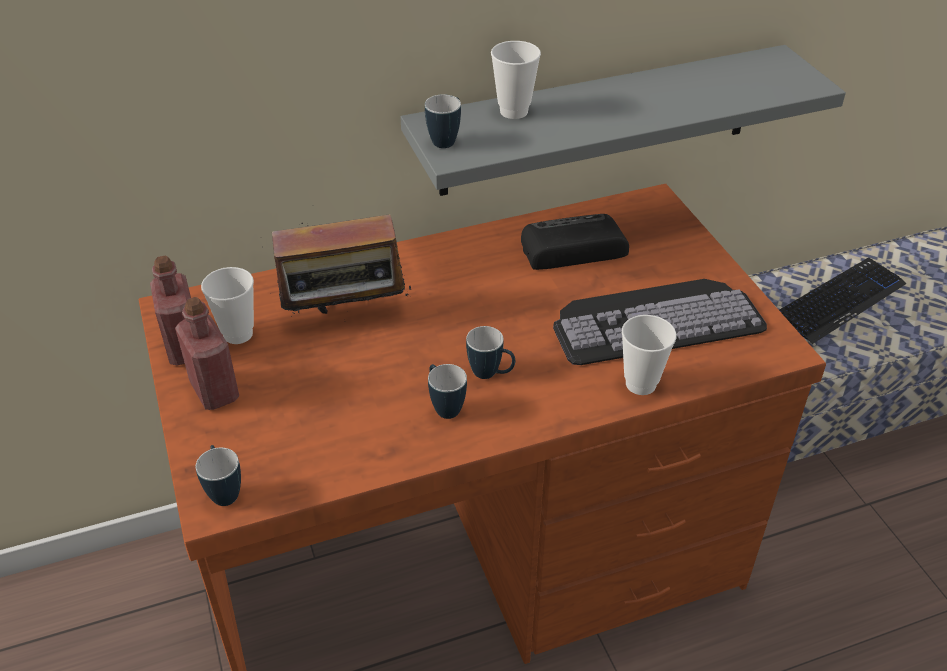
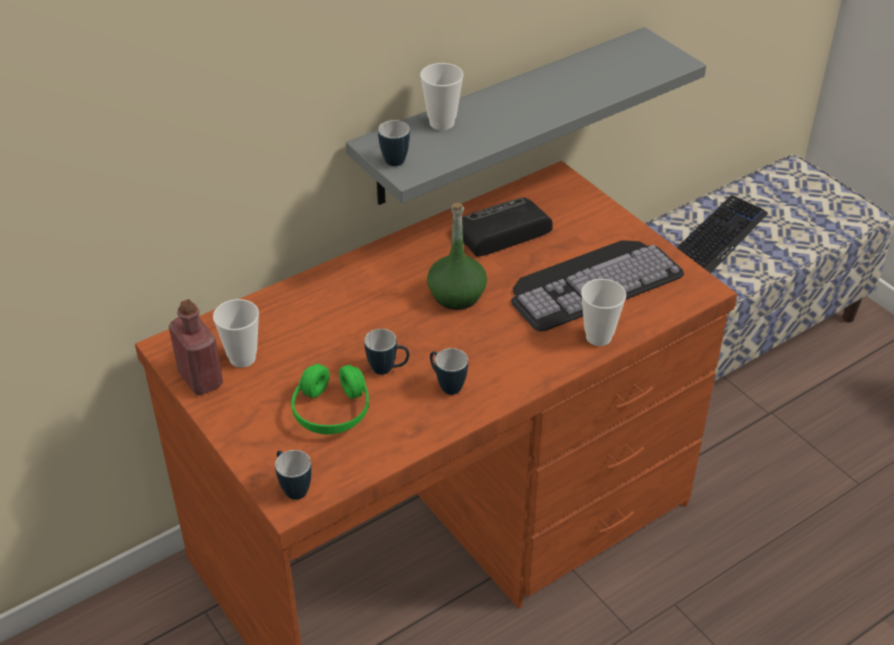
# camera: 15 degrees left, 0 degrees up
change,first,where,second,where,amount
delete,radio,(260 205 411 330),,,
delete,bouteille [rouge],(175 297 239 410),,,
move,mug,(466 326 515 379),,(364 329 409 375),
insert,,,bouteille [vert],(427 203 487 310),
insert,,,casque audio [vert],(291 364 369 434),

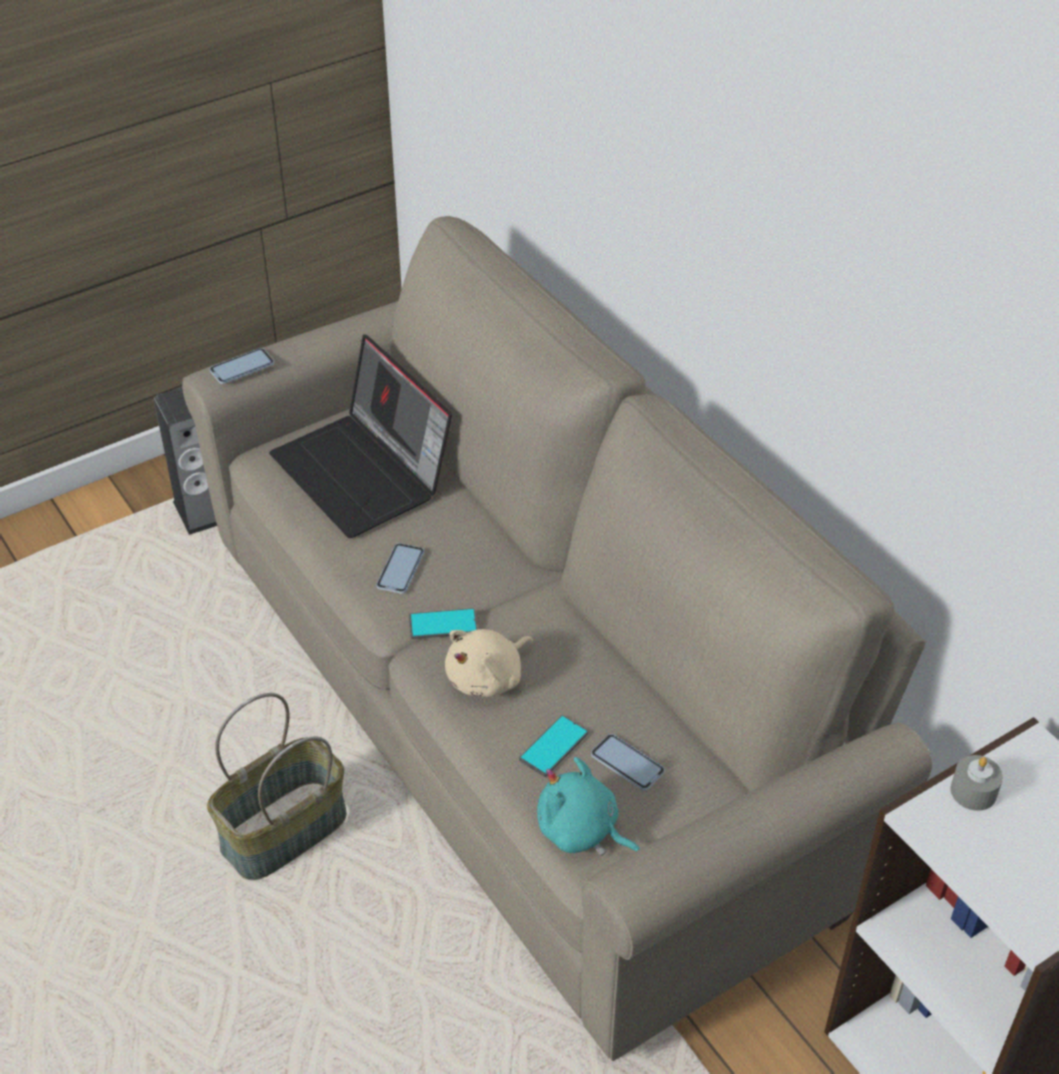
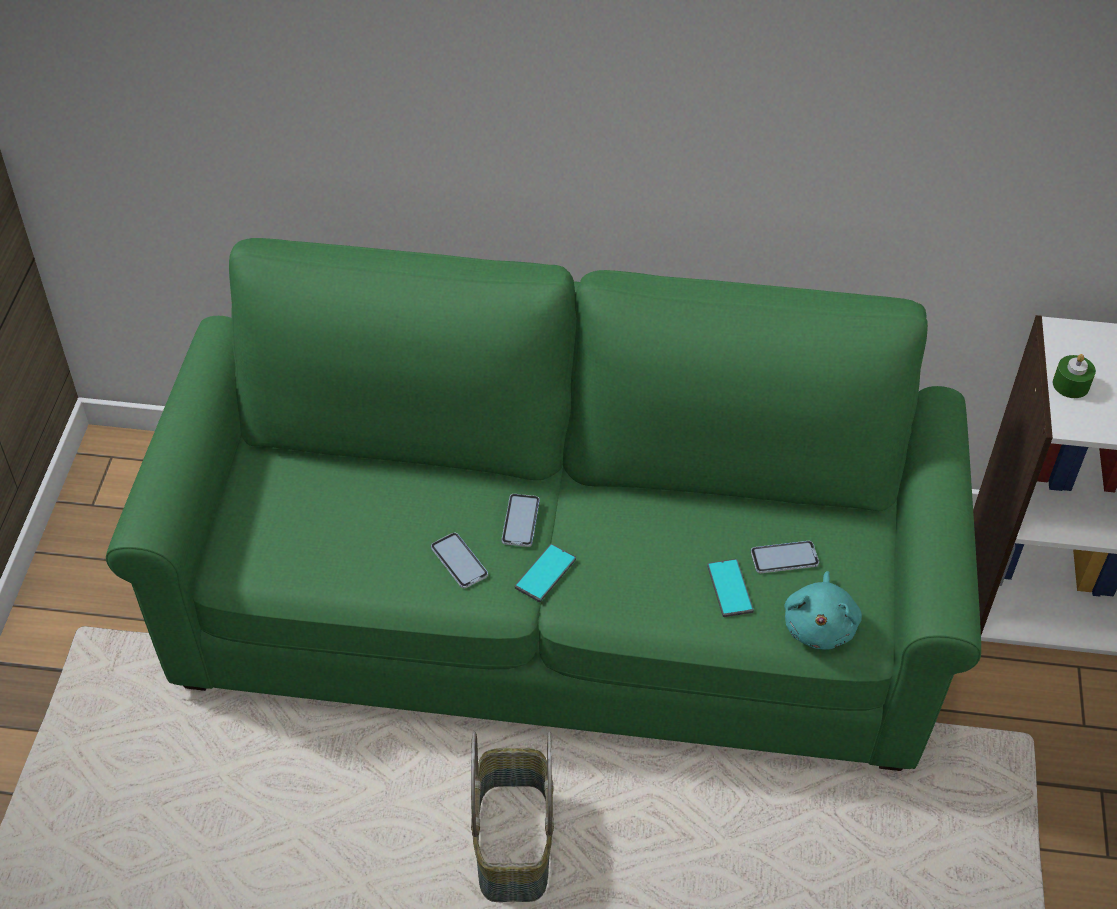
# camera: 50 degrees left, 5 degrees up
change,first,where,second,where,amount
recolor,canapé [beige],(182 216 932 1061),canapé [vert],(106 238 981 771),
delete,ordinateur portable,(269 334 452 538),,,
move,téléphone,(209 348 274 384),,(502 494 540 547),
delete,enceinte,(154 388 217 535),,,
delete,peluche [beige],(445 629 533 697),,,
recolor,bougie [gris],(950 755 1003 811),bougie [vert],(1053 354 1096 398),
rotate,peluche [turquoise],(537 757 640 856),,(785 571 862 650),60 degrees counterclockwise

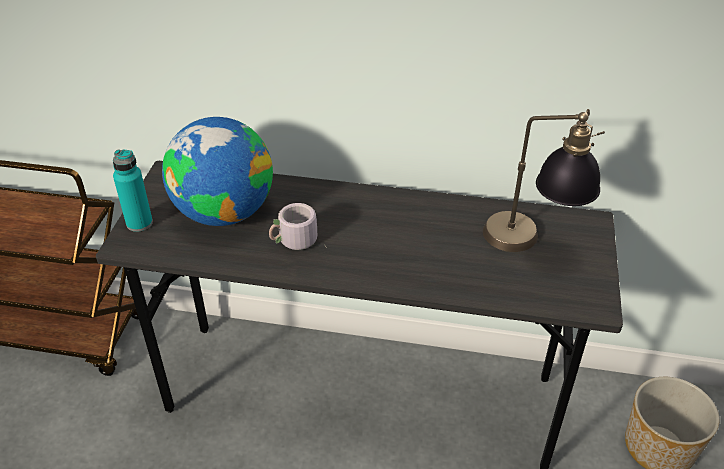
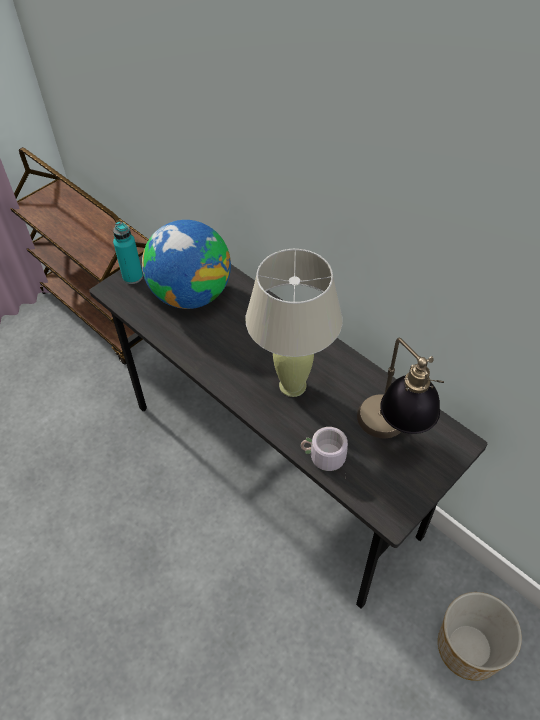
# camera: 35 degrees right, 10 degrees up
change,first,where,second,where,amount
move,mug [gris],(269 203 326 250),,(301 427 348 476),
insert,,,lampe de table [beige],(245 249 343 397),

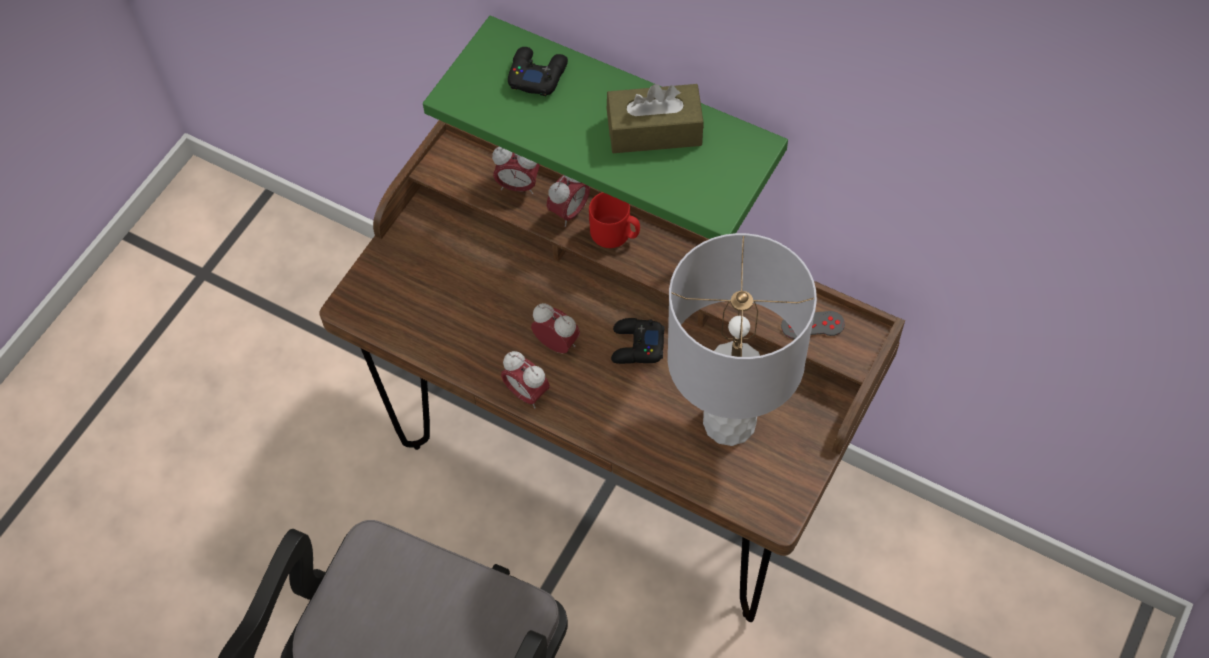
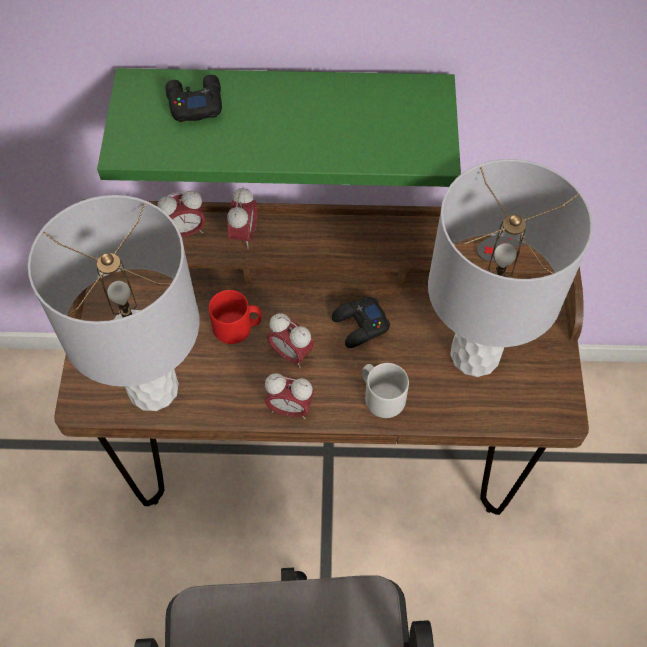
# camera: 30 degrees left, 0 degrees up
change,first,where,second,where,amount
delete,boîte à mouchoirs [marron],(607 84 704 153),,,
move,mug [rouge],(589 192 640 248),,(209 290 262 344),
rotate,réveil,(531 303 580 354),,(267 313 314 368),150 degrees counterclockwise
insert,,,lampe de table [gris],(28 195 199 411),
insert,,,mug [gris],(362 363 409 418),

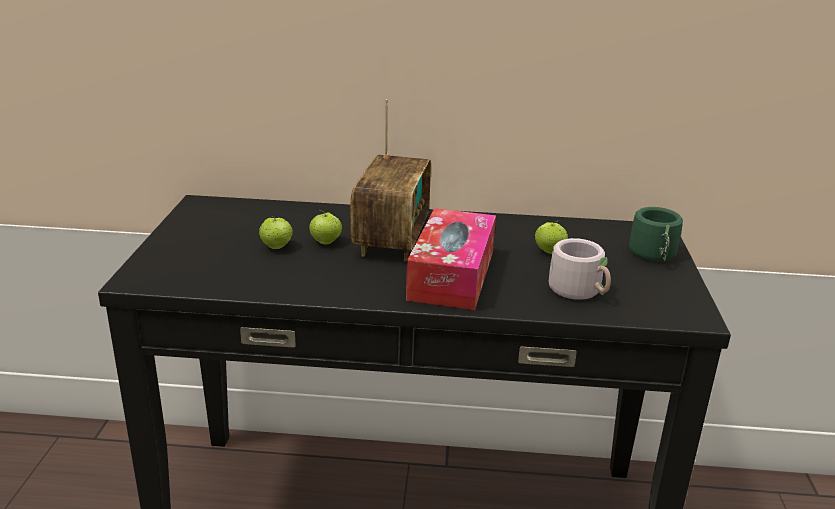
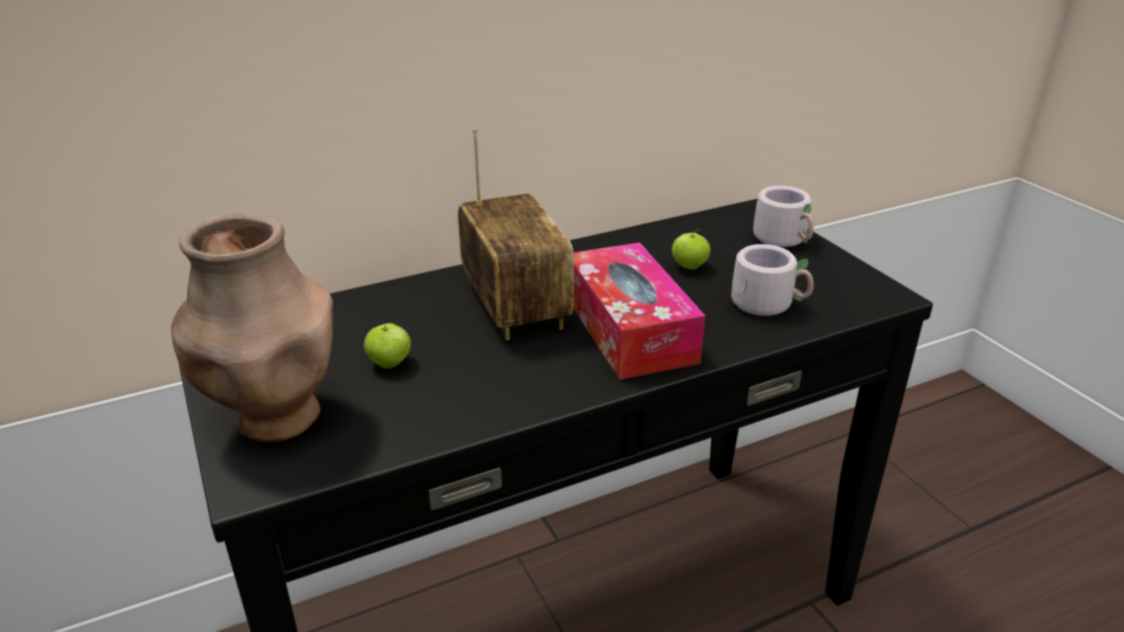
# camera: 30 degrees left, 5 degrees up
change,first,where,second,where,amount
recolor,mug [vert],(629 207 683 262),mug [gris],(753 186 814 247),
delete,pomme,(309 210 342 245),,,
insert,,,vase [marron],(171 214 333 442),

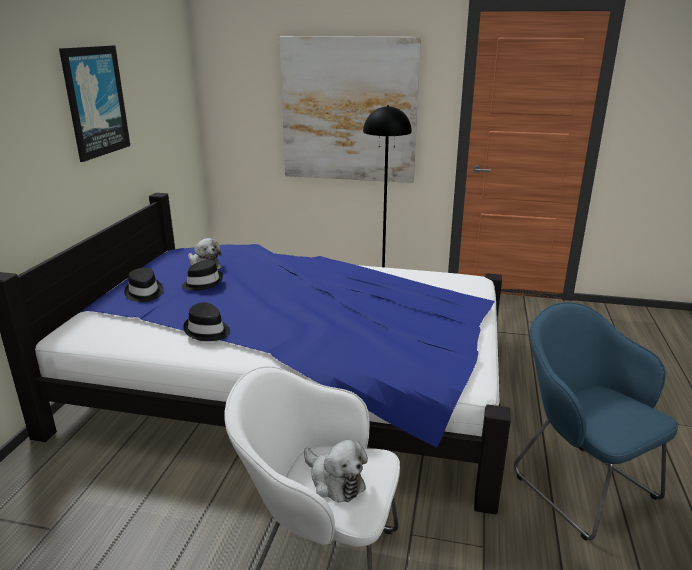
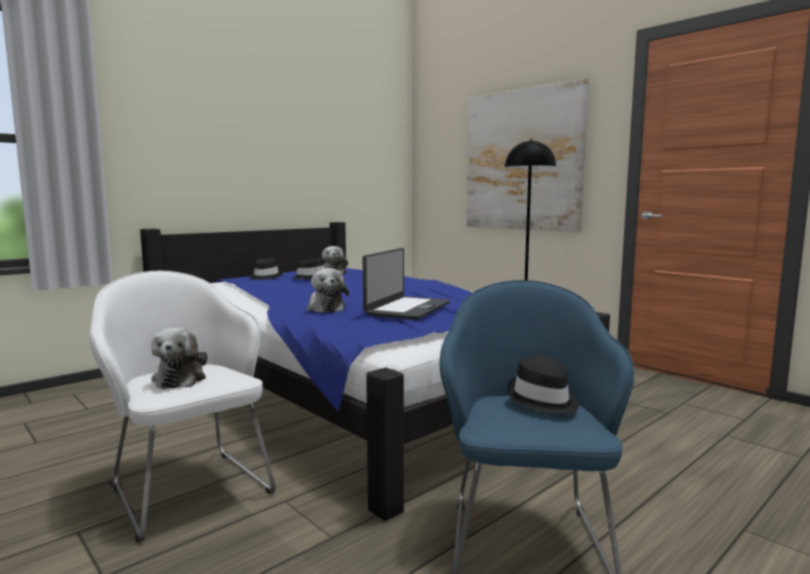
# camera: 35 degrees right, 15 degrees down
change,first,where,second,where,amount
delete,tableau,(59 45 130 162),,,
move,chapeau [noir],(183 302 230 341),,(507 355 579 415),
insert,,,ordinateur portable,(363 248 450 320),
insert,,,peluche,(307 268 349 313),

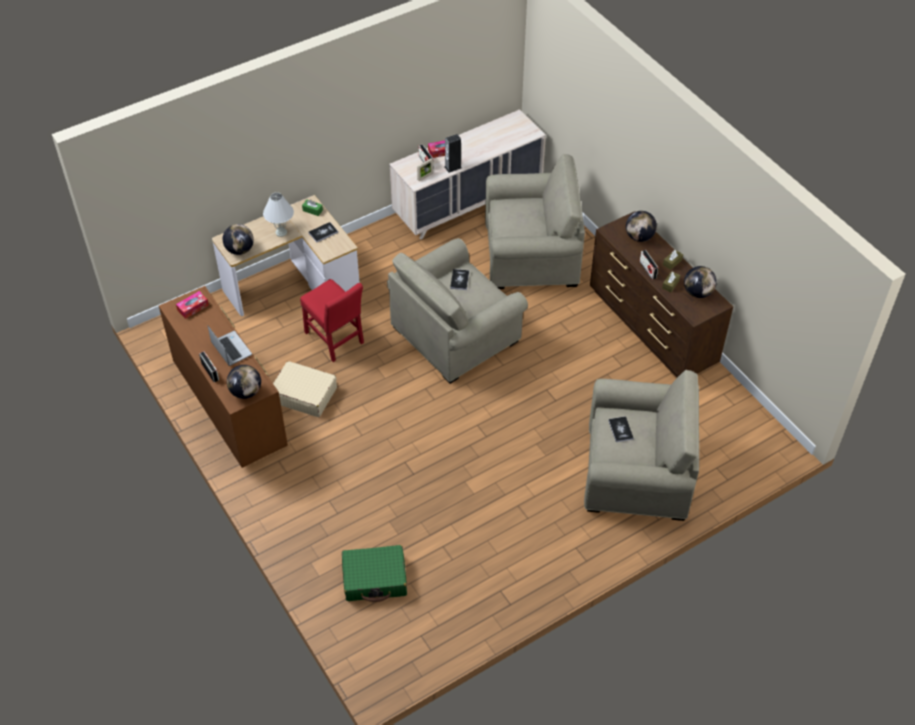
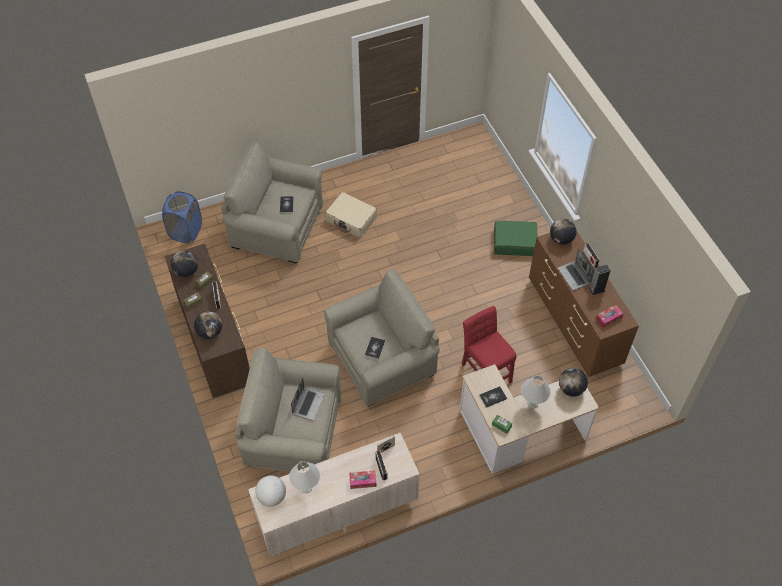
# camera: 170 degrees left, 5 degrees up
change,first,where,second,where,amount
move,enceinte,(444 134 462 173),,(589 265 610 295),
move,valise [beige],(273 361 337 417),,(325 192 377 238),
move,valise [vert],(342 545 407 602),,(494 221 538 256),
insert,,,panier à linge [bleu],(162 191 202 243),
insert,,,ordinateur portable,(291 377 325 421),
insert,,,lampe de table [blanc],(289 461 320 493),
insert,,,globe,(255 475 286 507),

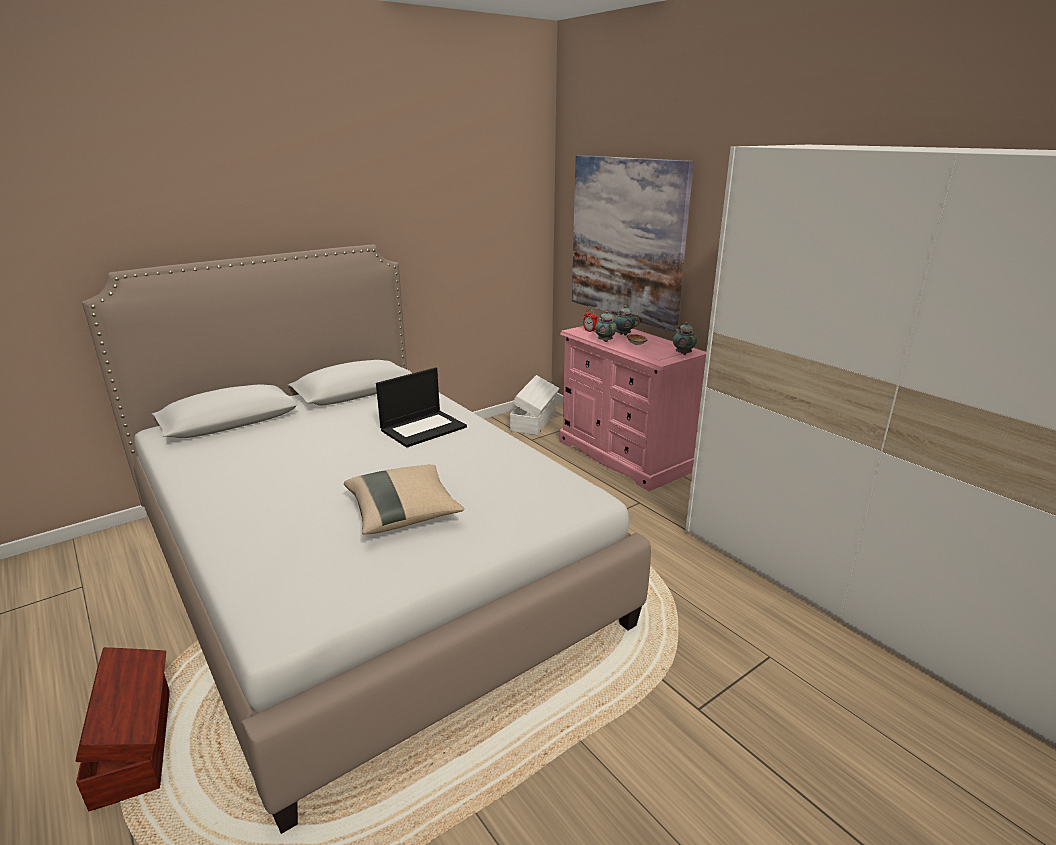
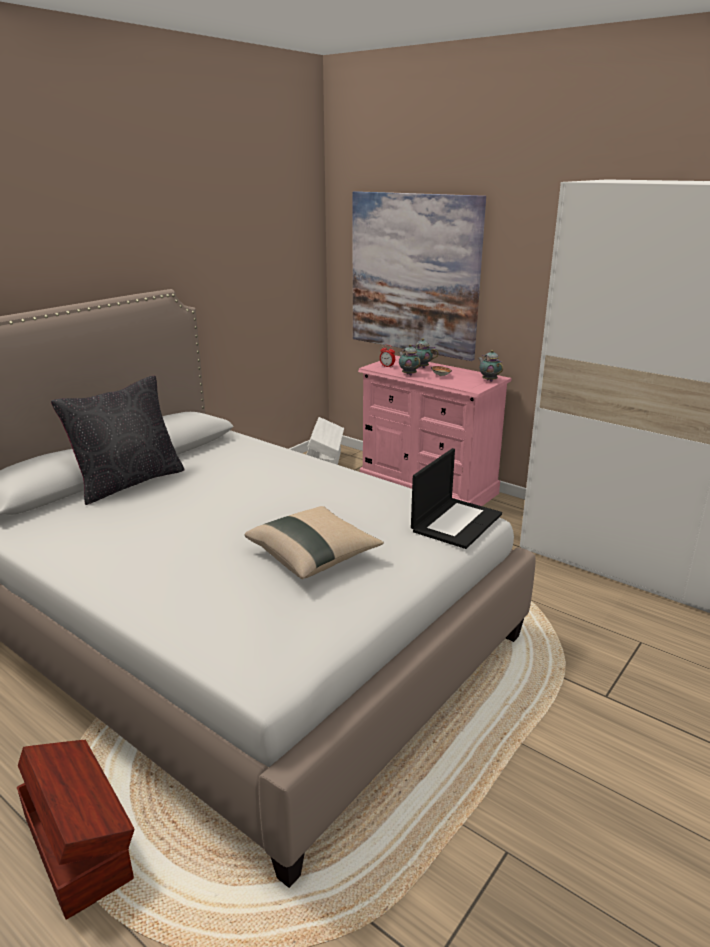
# camera: 15 degrees left, 0 degrees up
change,first,where,second,where,amount
move,ordinateur portable,(376 367 467 447),,(411 448 502 549),
insert,,,coussin [noir],(51 376 184 505),

